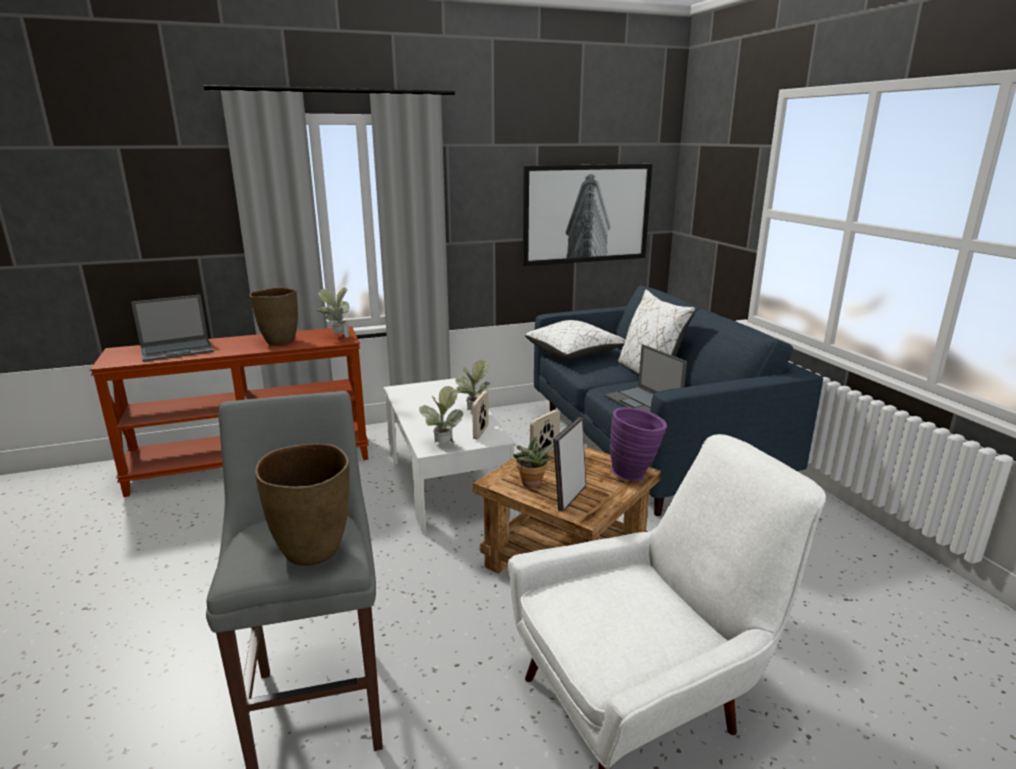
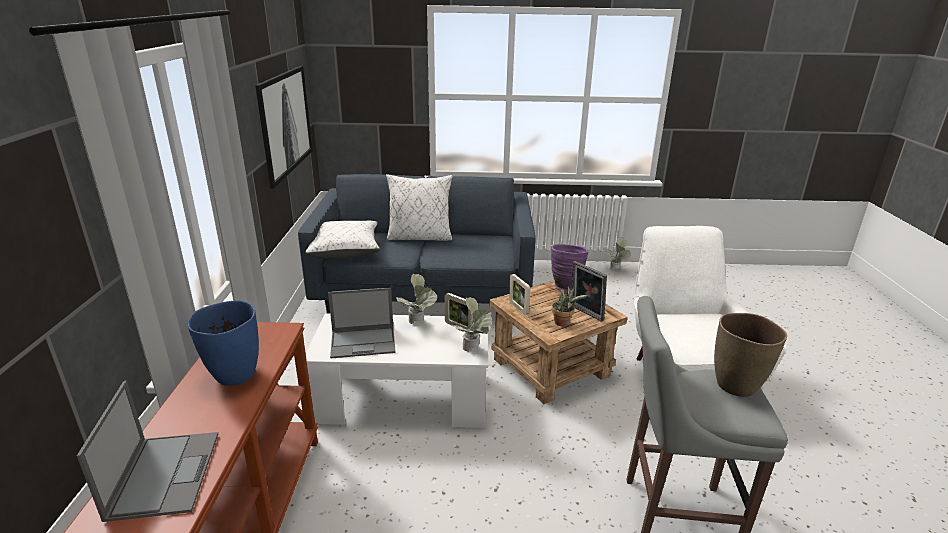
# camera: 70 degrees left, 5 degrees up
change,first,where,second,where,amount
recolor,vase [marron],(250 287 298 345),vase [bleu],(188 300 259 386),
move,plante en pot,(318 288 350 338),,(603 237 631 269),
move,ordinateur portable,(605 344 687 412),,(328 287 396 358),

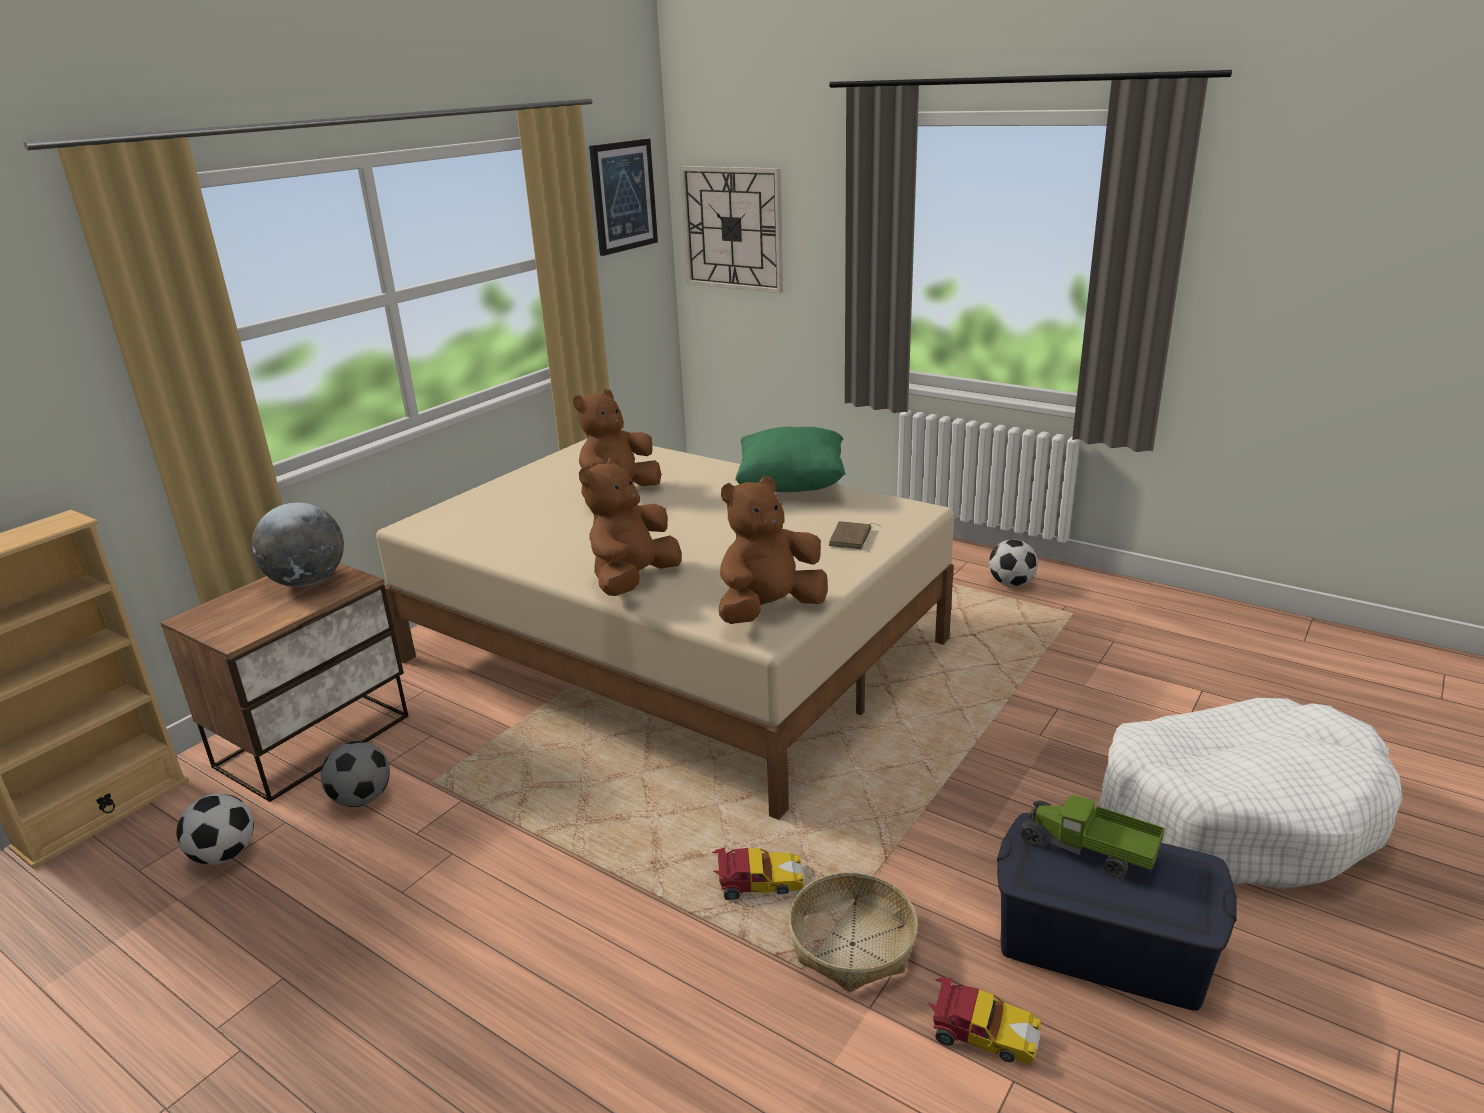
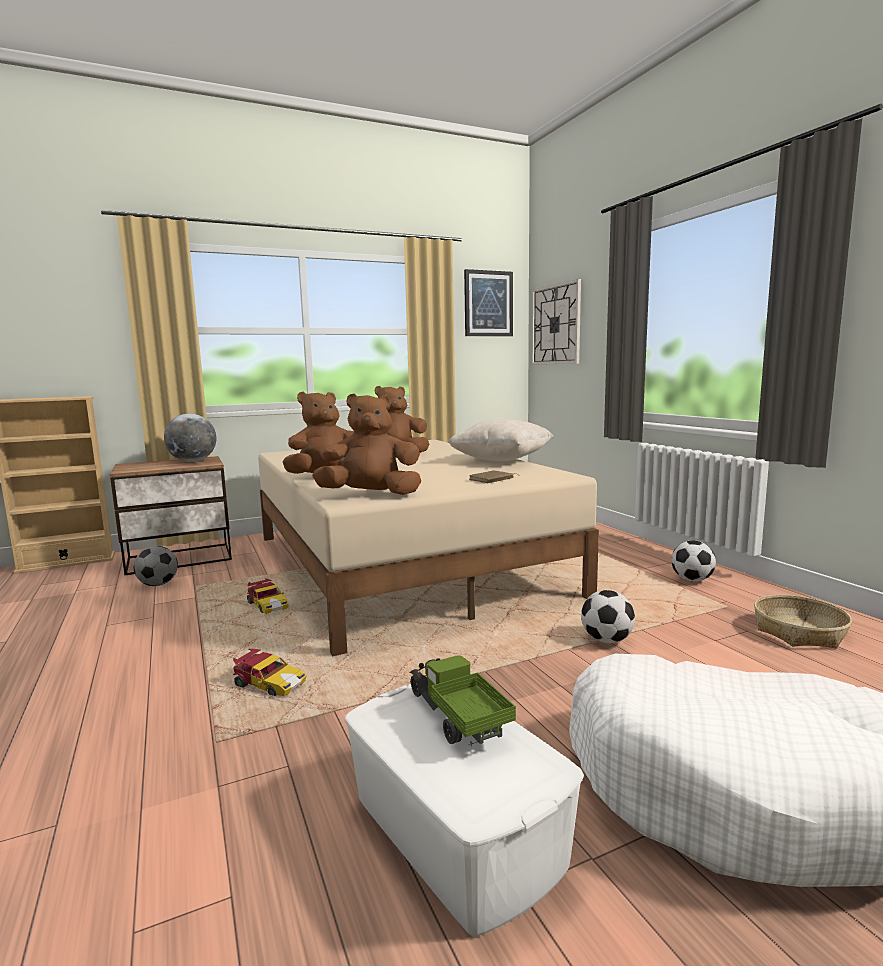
# camera: 30 degrees right, 15 degrees down
change,first,where,second,where,amount
recolor,coussin [vert],(735 427 846 492),coussin [beige],(448 419 554 461),
move,ballon de foot,(177 793 254 865),,(581 590 635 643),
recolor,boîte de rangement [bleu],(997 813 1237 1011),boîte de rangement [blanc],(345 683 584 937),
move,panier,(788 872 918 992),,(754 595 852 649),
move,petite voiture,(928 978 1041 1064),,(247 578 289 614),

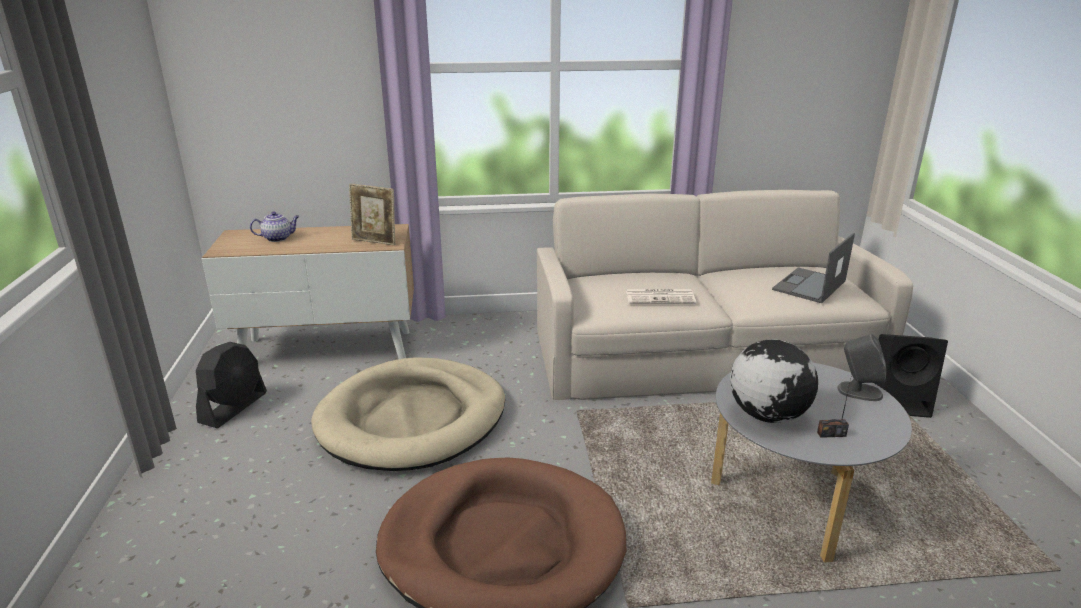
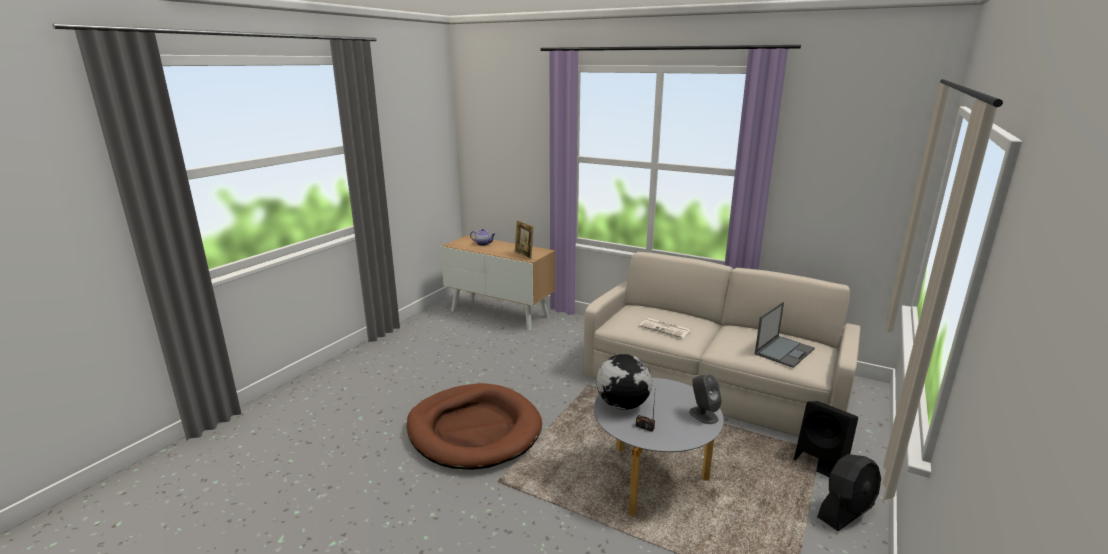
# camera: 35 degrees right, 5 degrees down
change,first,where,second,where,amount
rotate,ordinateur portable,(772 233 855 303),,(755 302 815 368),150 degrees clockwise
move,ventilateur [noir],(196 342 267 428),,(817 454 881 531),
delete,panier pour chien [beige],(311 357 505 471),,,

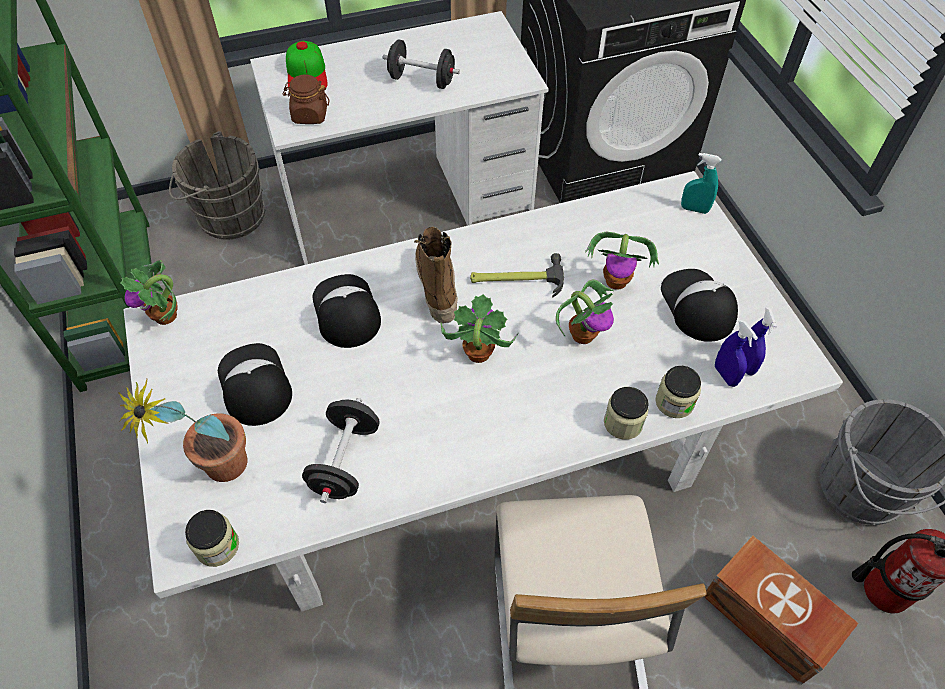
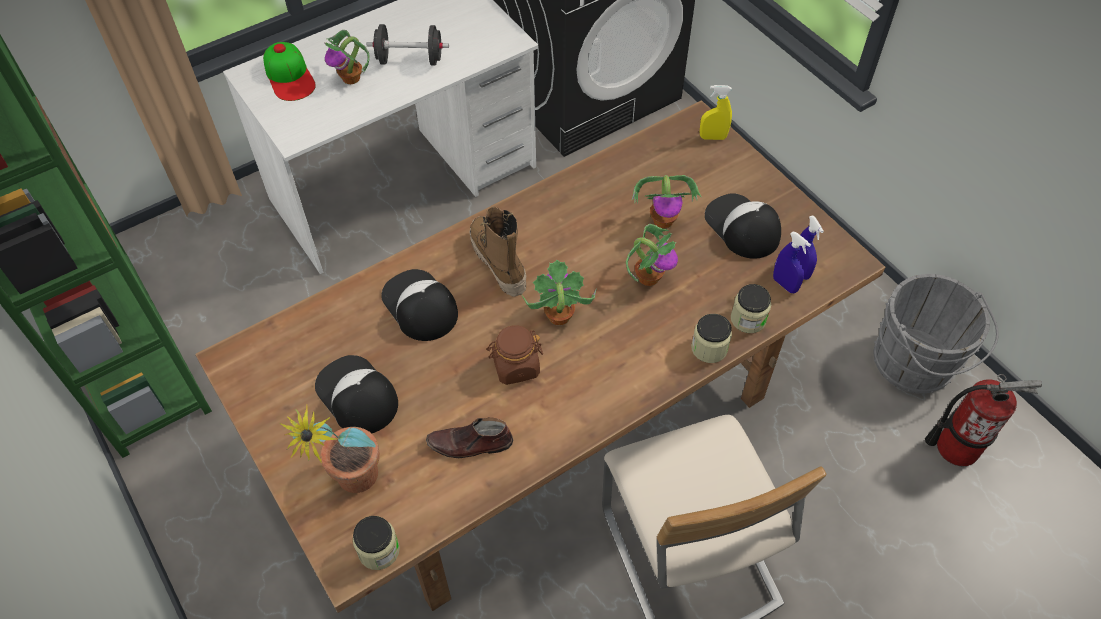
# camera: 15 degrees left, 0 degrees up
change,first,where,second,where,amount
move,bocal [marron],(283 75 330 124),,(486 325 543 385),
delete,seau [gris],(169 131 266 240),,,
recolor,vaporisateur [turquoise],(681 153 721 214),vaporisateur [jaune],(700 85 732 140),
recolor,table à manger [blanc],(124 171 843 612),table à manger [marron],(195 101 885 613),
delete,marteau,(470 253 564 298),,,
move,plante en pot,(121 260 178 325),,(325 30 370 84),
replace,haltère [noir],(302 398 380 503),chaussure [marron],(426 417 513 458),
delete,boîte de rangement [marron],(704 536 859 685),,,

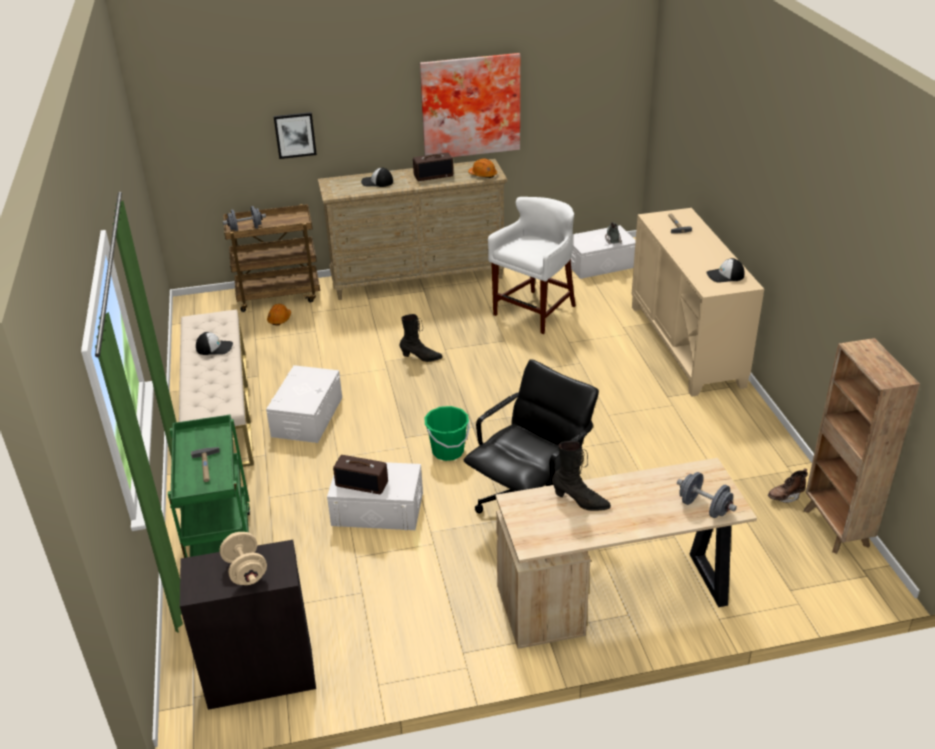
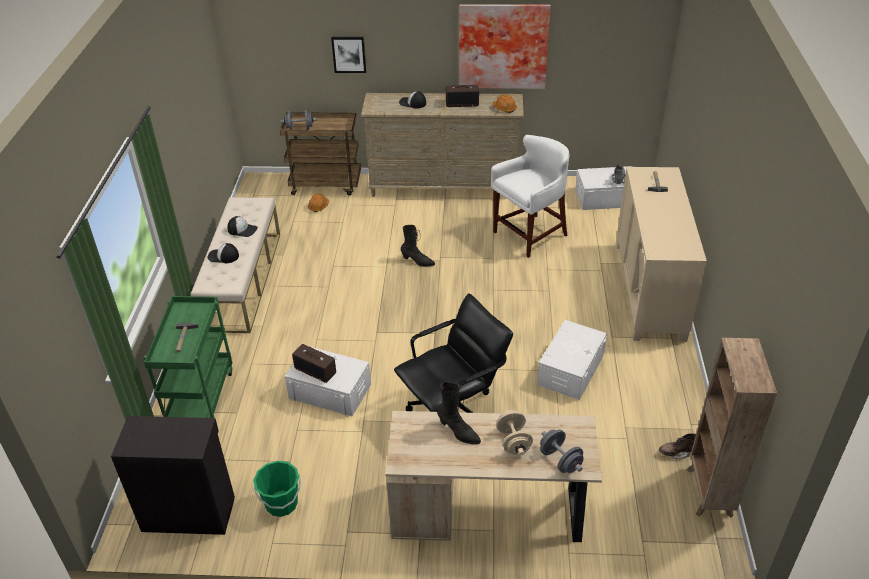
# camera: 15 degrees right, 5 degrees up
change,first,where,second,where,amount
move,casquette,(707 258 745 283),,(208 243 239 263),
move,boîte de rangement [blanc],(266 365 342 443),,(537 320 607 400),
move,seau [vert],(424 406 470 461),,(253 461 301 517),
move,haltère [beige],(220 532 267 585),,(496 410 533 455),

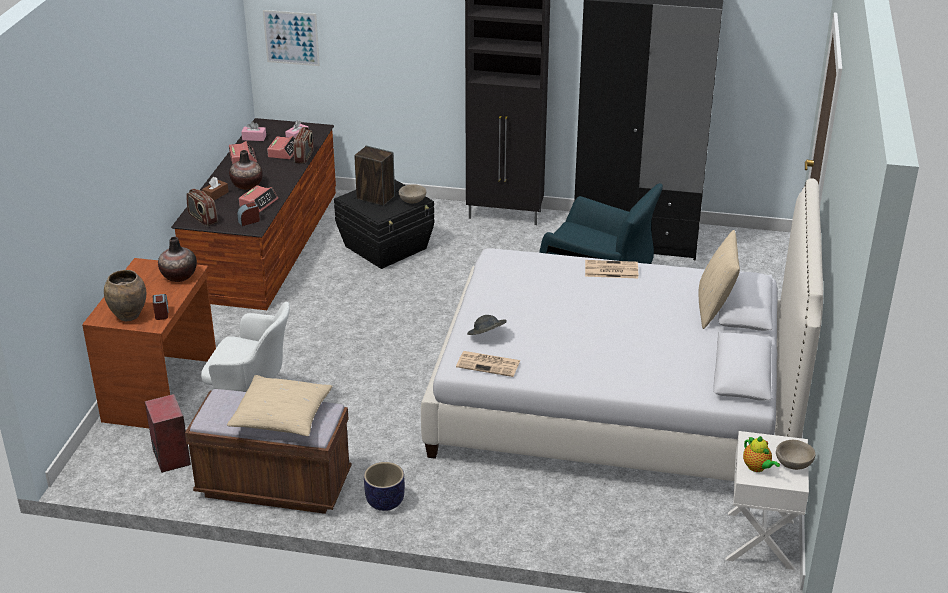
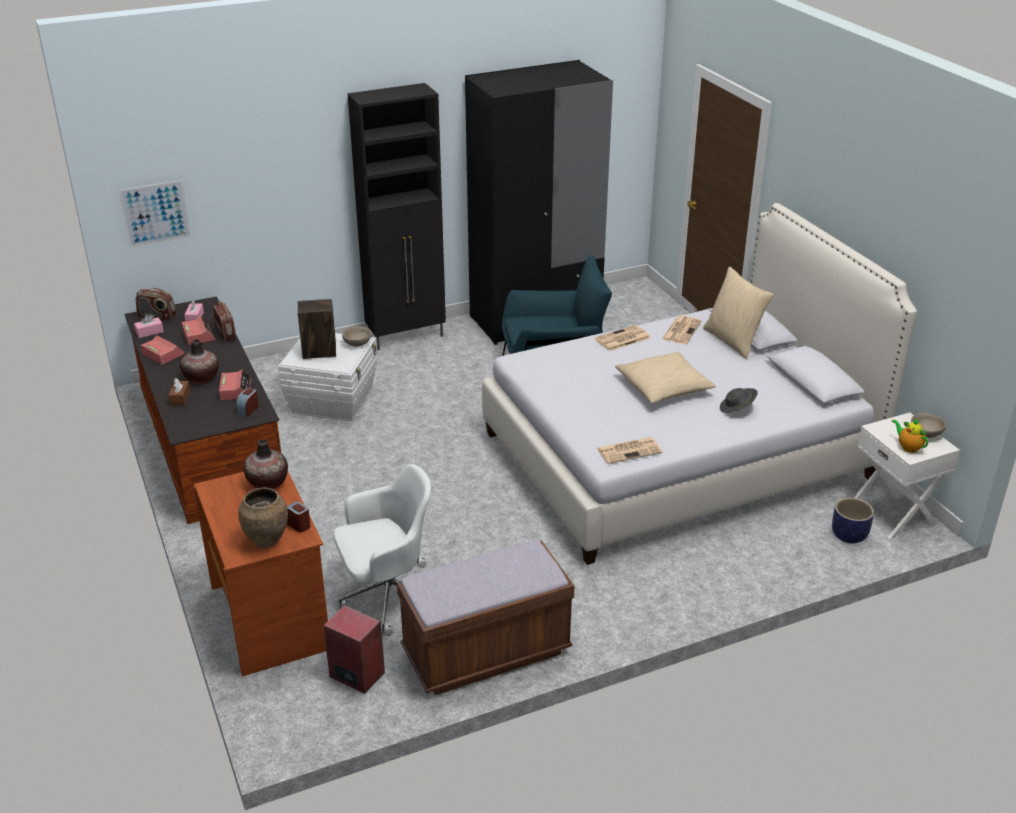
# camera: 35 degrees left, 0 degrees up
change,first,where,second,where,amount
recolor,boîte de rangement [noir],(334 180 434 269),boîte de rangement [blanc],(278 333 377 421),
move,radio,(186 188 218 227),,(136 288 176 321),
move,chapeau [gris],(467 315 507 335),,(720 388 758 413),
move,coussin [beige],(227 375 332 436),,(615 352 716 403),
rotate,théière,(743 436 780 472),,(891 419 928 453),150 degrees counterclockwise
move,cache-pot,(364 462 405 511),,(832 498 874 544),
insert,,,journal,(662 316 701 344),

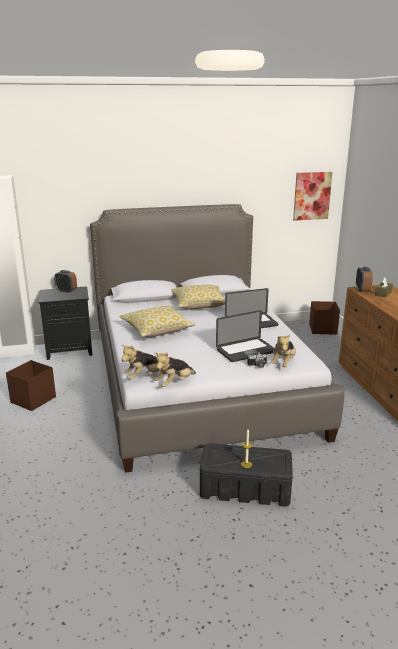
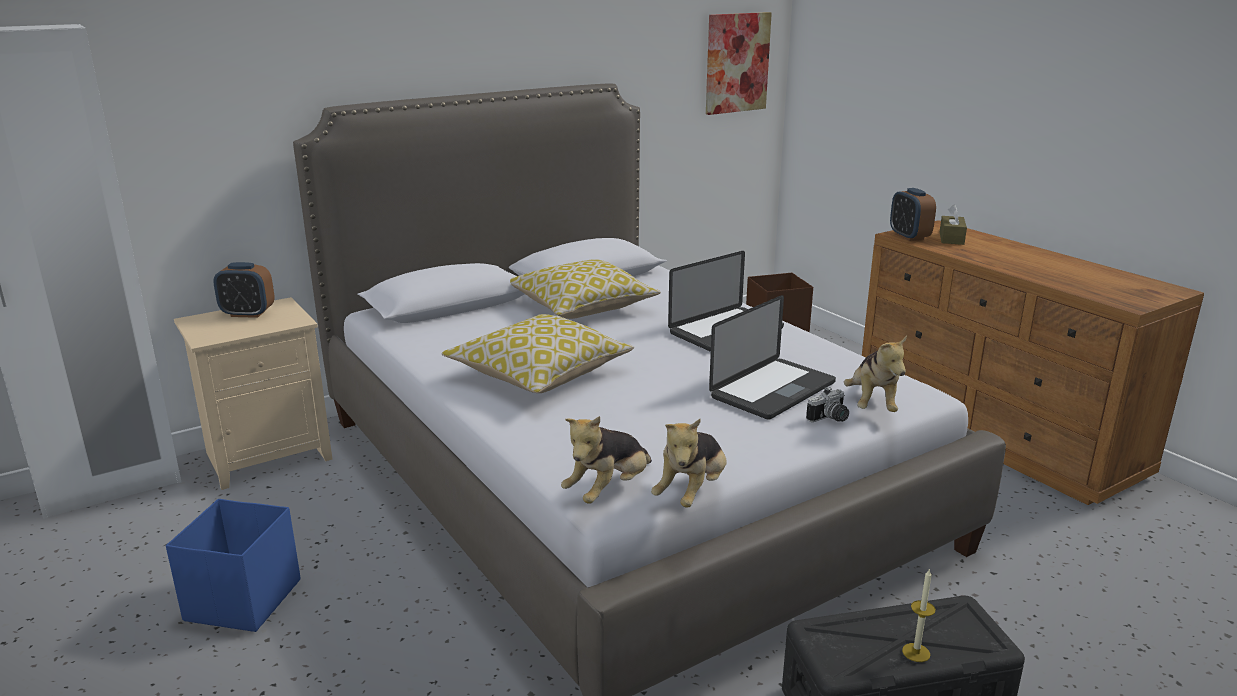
# camera: 20 degrees left, 0 degrees up
change,first,where,second,where,amount
recolor,table de chevet [noir],(38 286 92 360),table de chevet [beige],(174 297 332 490),
recolor,boîte de rangement [marron],(6 360 56 411),boîte de rangement [bleu],(166 499 301 632),

